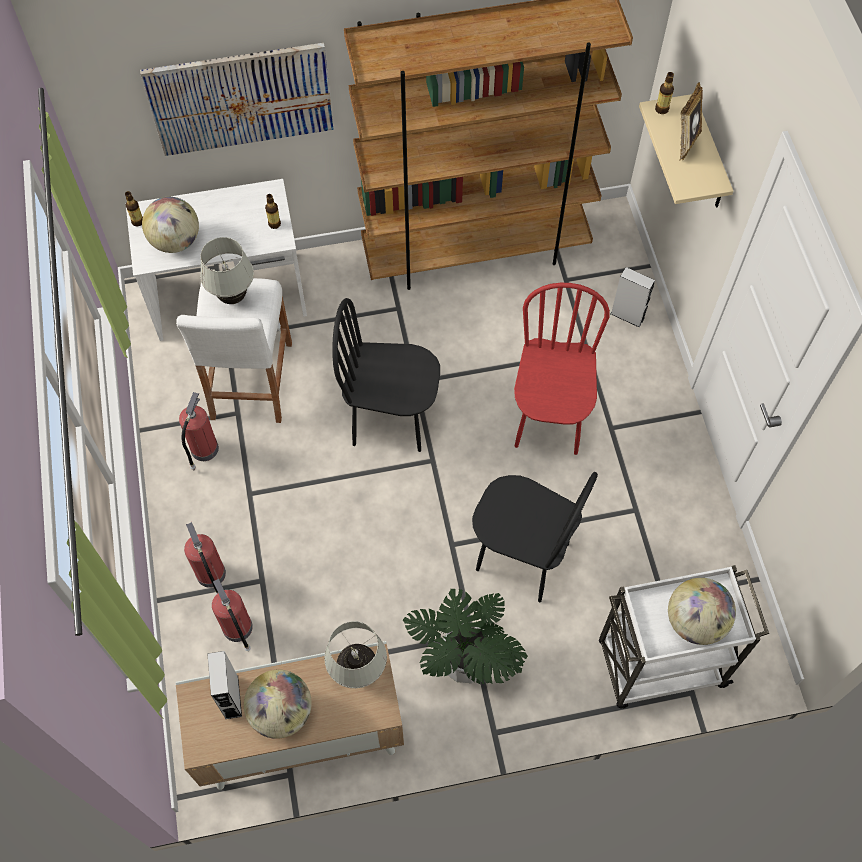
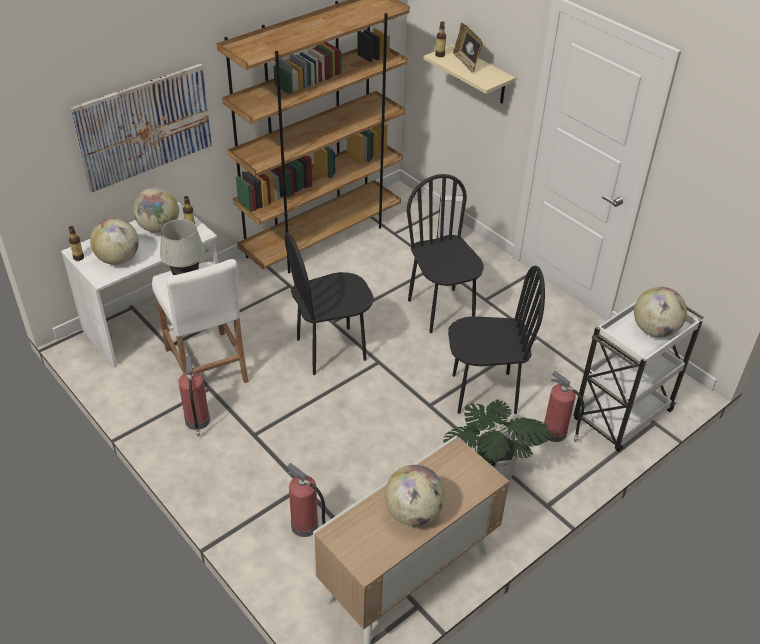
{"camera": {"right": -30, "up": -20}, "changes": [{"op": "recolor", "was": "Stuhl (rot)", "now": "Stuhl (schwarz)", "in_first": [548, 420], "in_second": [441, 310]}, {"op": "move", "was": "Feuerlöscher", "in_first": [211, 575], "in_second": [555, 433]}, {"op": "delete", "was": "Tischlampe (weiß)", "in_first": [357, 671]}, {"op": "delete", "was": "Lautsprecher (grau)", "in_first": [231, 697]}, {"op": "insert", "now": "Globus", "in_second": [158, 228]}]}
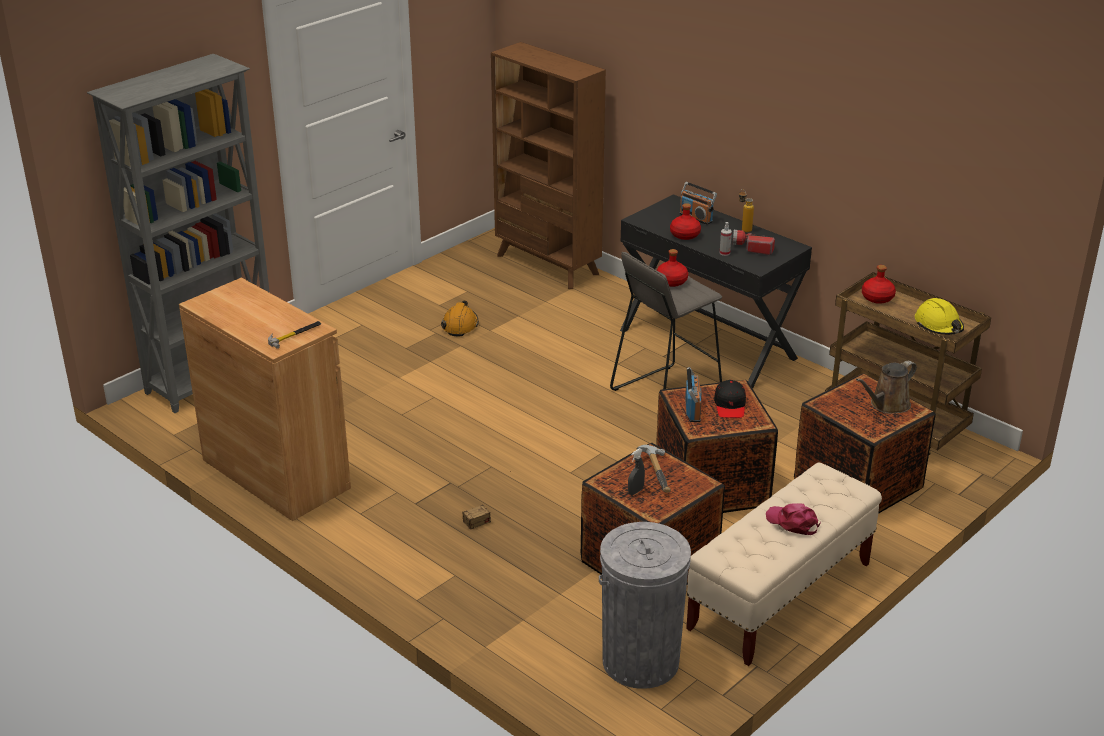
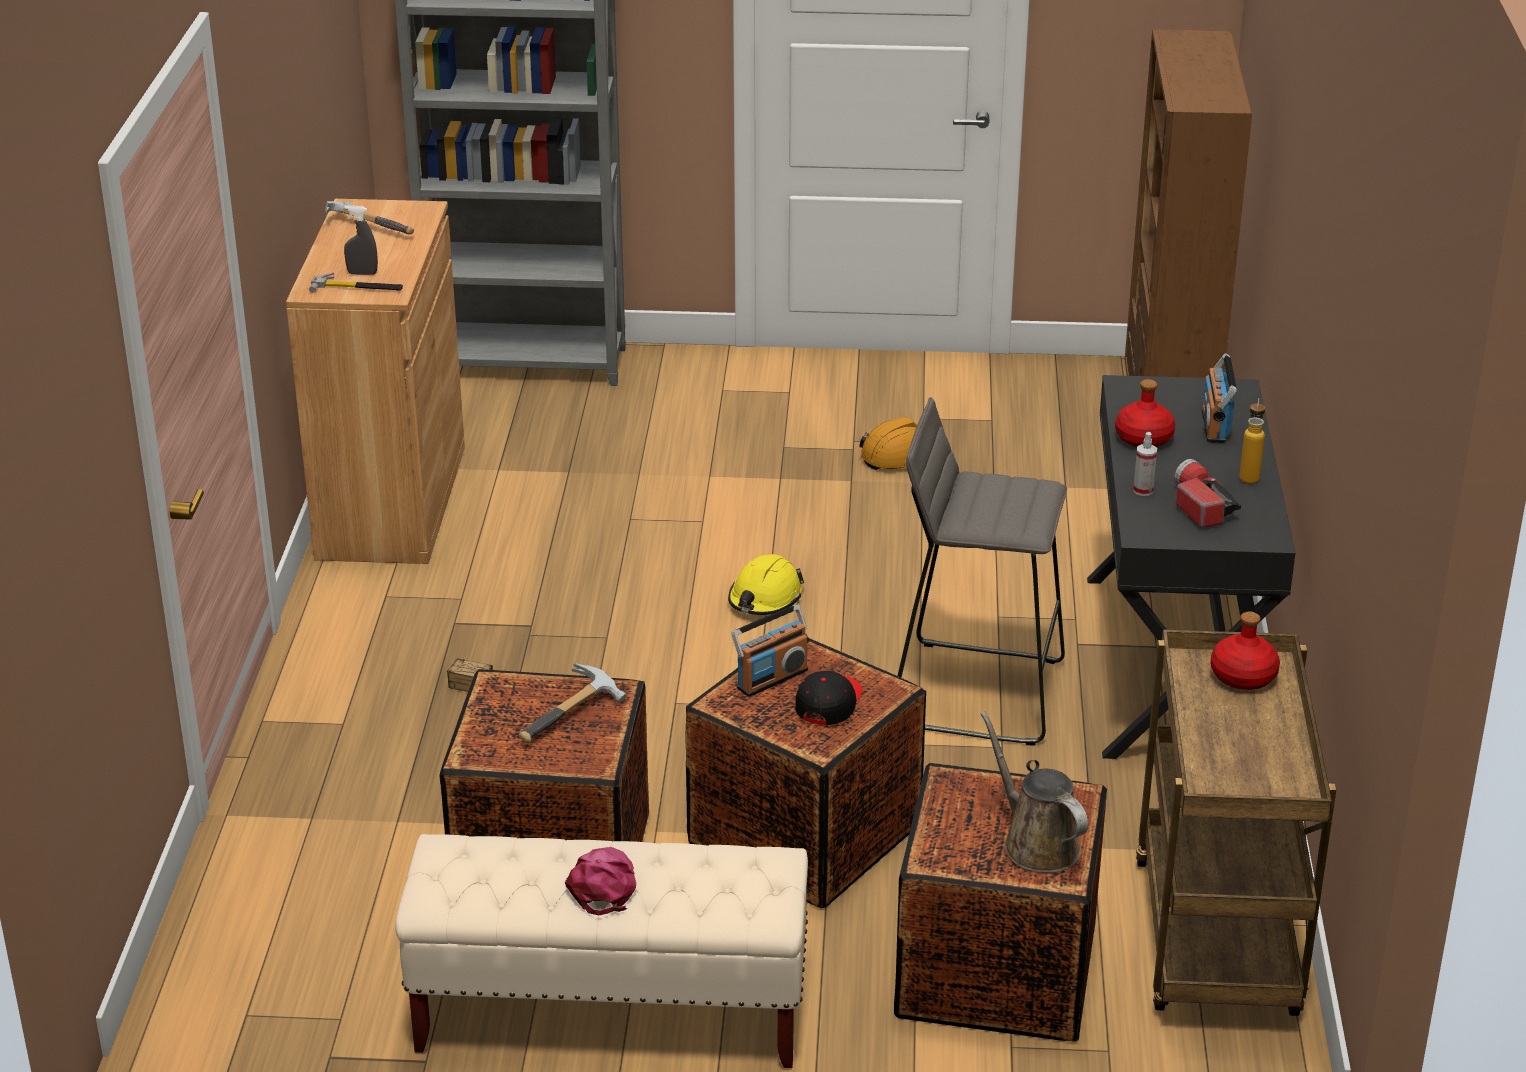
{"camera": {"right": 50, "up": 0}, "changes": [{"op": "delete", "was": "Flasche (rot)", "in_first": [671, 281]}, {"op": "move", "was": "Schutzhelm (gelb)", "in_first": [938, 326], "in_second": [765, 599]}, {"op": "rotate", "was": "Gießkanne (braun)", "in_first": [887, 405], "in_second": [1036, 843], "clockwise": 45}, {"op": "rotate", "was": "Kappe (schwarz)", "in_first": [730, 405], "in_second": [829, 703], "clockwise": 150}, {"op": "move", "was": "Sprühflasche (grau)", "in_first": [635, 491], "in_second": [362, 273]}, {"op": "delete", "was": "Mülleimer (grau)", "in_first": [640, 661]}, {"op": "insert", "now": "Hammer", "in_second": [370, 225]}]}
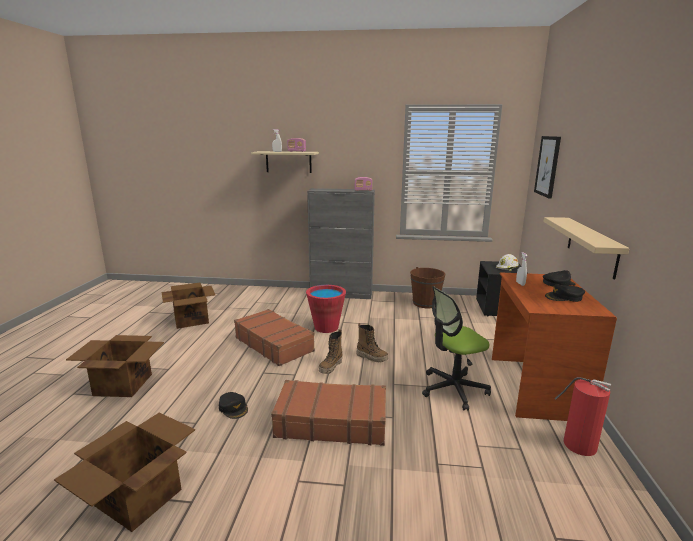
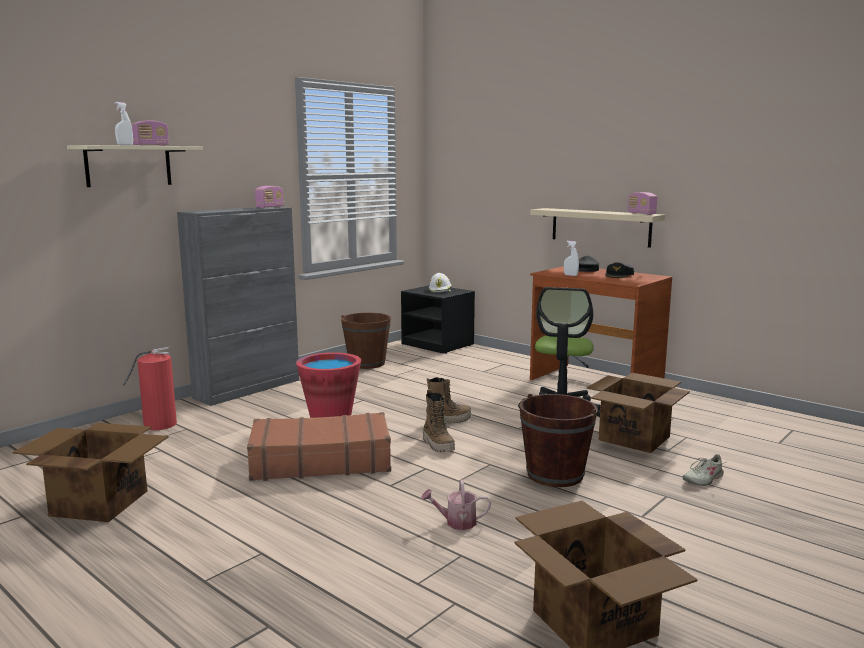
{"camera": {"right": -55, "up": -5}, "changes": [{"op": "delete", "was": "Bild", "in_first": [548, 166]}, {"op": "move", "was": "Karton", "in_first": [122, 384], "in_second": [633, 438]}, {"op": "move", "was": "Feuerlöscher", "in_first": [578, 444], "in_second": [158, 424]}, {"op": "replace", "was": "Koffer (braun)", "now": "Eimer (braun)", "in_first": [331, 422], "in_second": [555, 475]}, {"op": "replace", "was": "Kappe (schwarz)", "now": "Gießkanne", "in_first": [233, 408], "in_second": [456, 522]}, {"op": "insert", "now": "Radio", "in_second": [641, 214]}, {"op": "insert", "now": "Schuh (beige)", "in_second": [703, 479]}]}
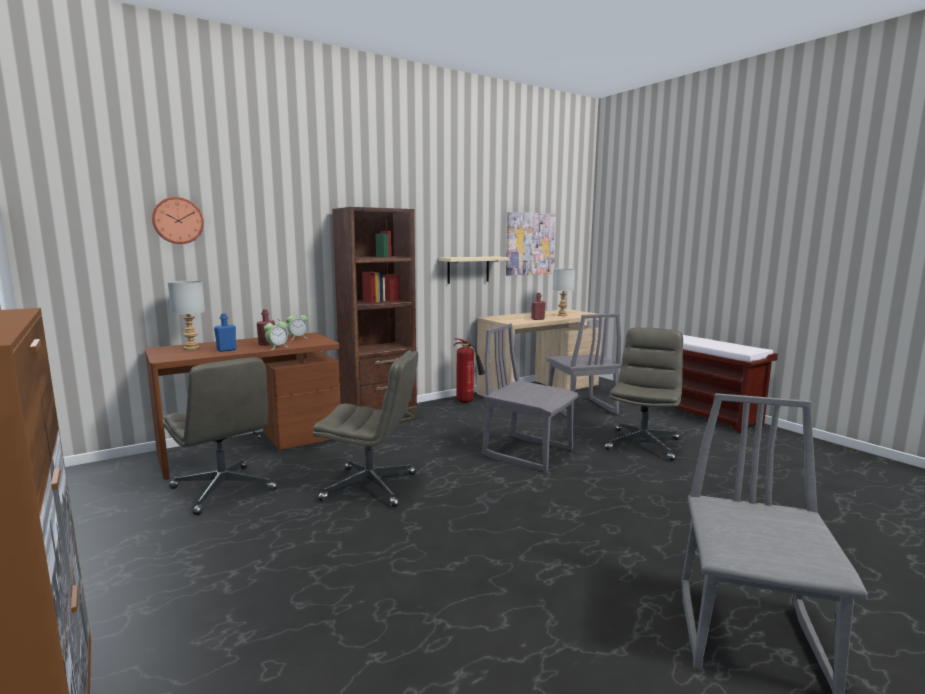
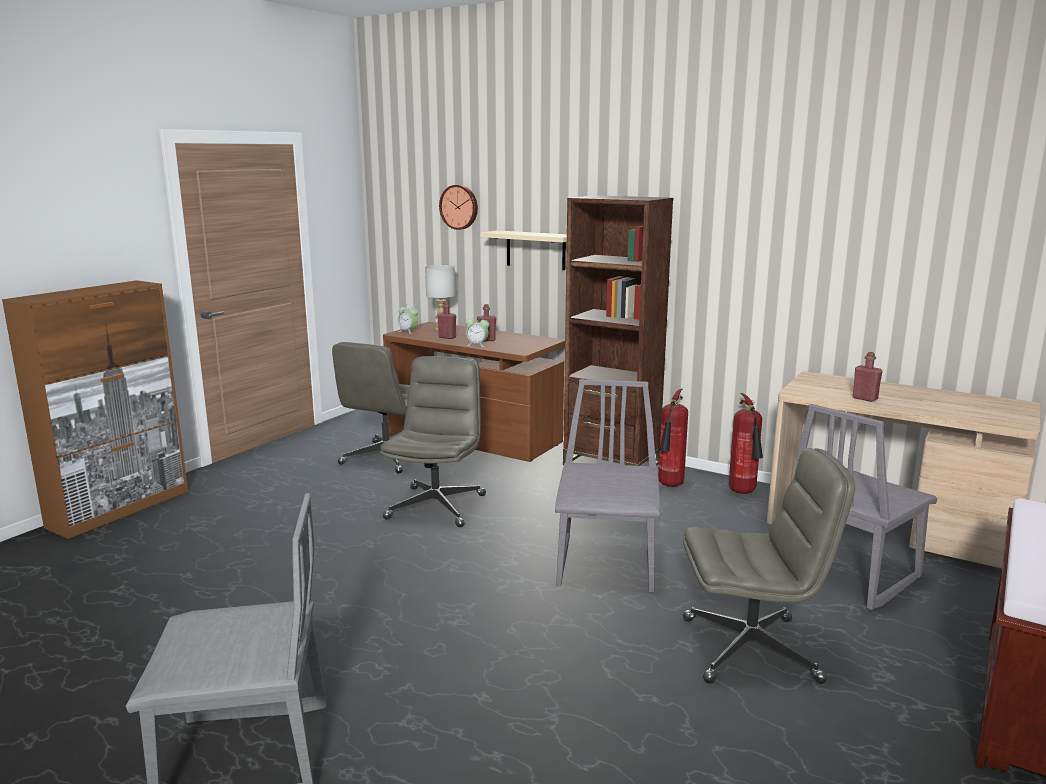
{"camera": {"right": 65, "up": 5}, "changes": [{"op": "delete", "was": "Bild", "in_first": [530, 243]}, {"op": "move", "was": "Wandregal (beige)", "in_first": [468, 269], "in_second": [536, 250]}, {"op": "delete", "was": "Tischlampe (grau)", "in_first": [562, 315]}, {"op": "move", "was": "Wecker", "in_first": [298, 338], "in_second": [408, 331]}, {"op": "recolor", "was": "Flasche (blau)", "now": "Flasche (rot)", "in_first": [226, 350], "in_second": [447, 337]}, {"op": "rotate", "was": "Bürostuhl (grau)", "in_first": [371, 486], "in_second": [436, 506], "clockwise": -150}, {"op": "insert", "now": "Feuerlöscher", "in_second": [670, 486]}]}
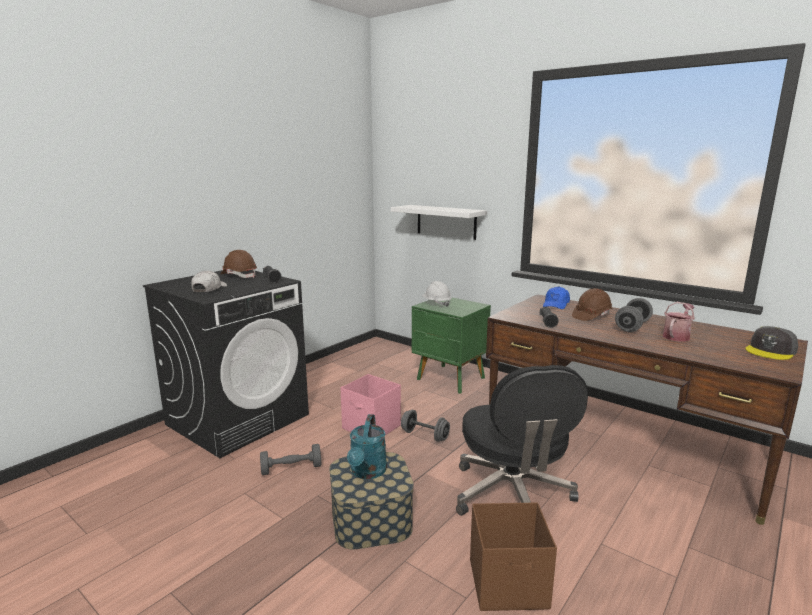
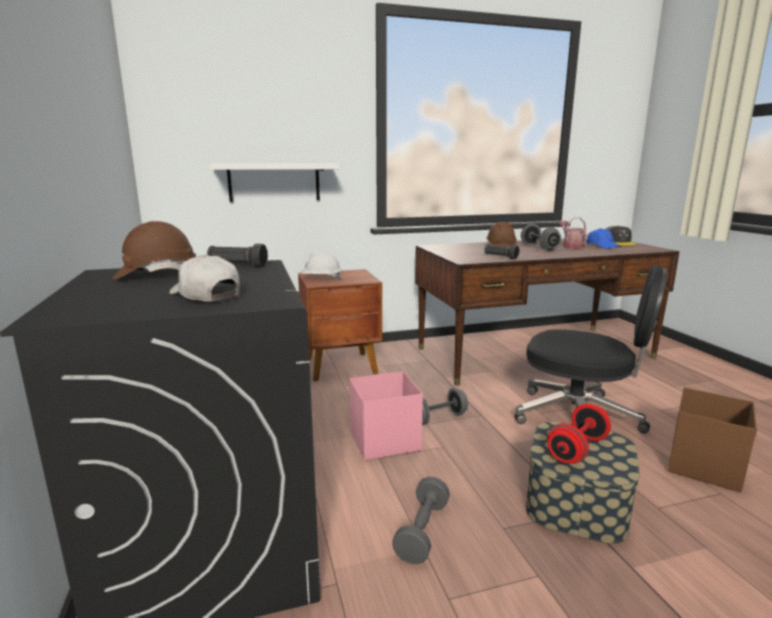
{"camera": {"right": -55, "up": 0}, "changes": [{"op": "move", "was": "Kappe (blau)", "in_first": [556, 304], "in_second": [602, 246]}, {"op": "recolor", "was": "Nachttisch (grün)", "now": "Nachttisch (braun)", "in_first": [450, 379], "in_second": [342, 367]}, {"op": "replace", "was": "Gießkanne (türkis)", "now": "Hantel (rot)", "in_first": [367, 473], "in_second": [577, 449]}]}
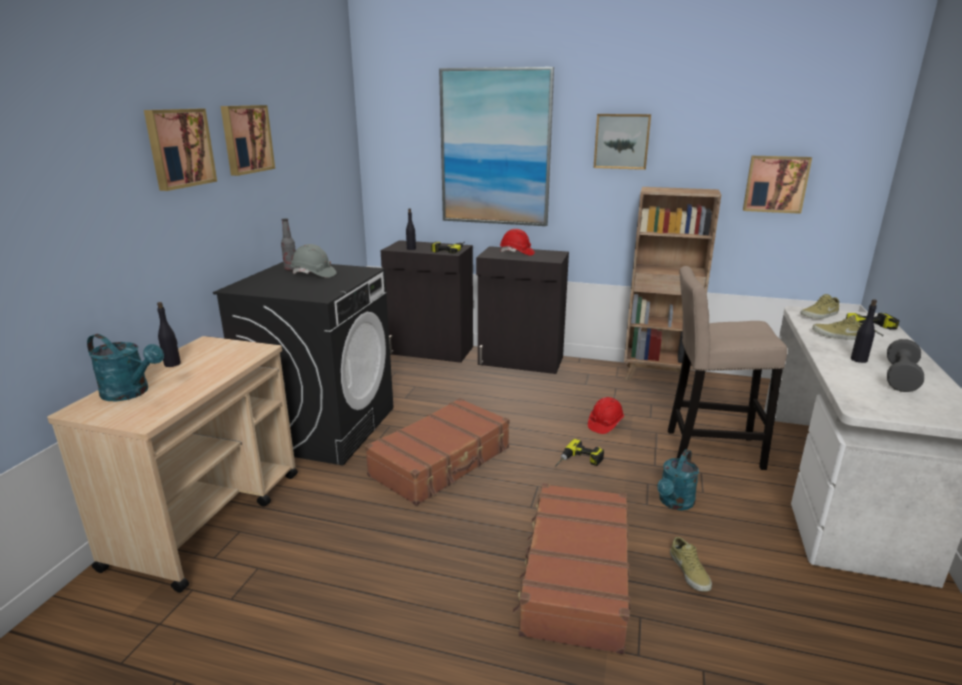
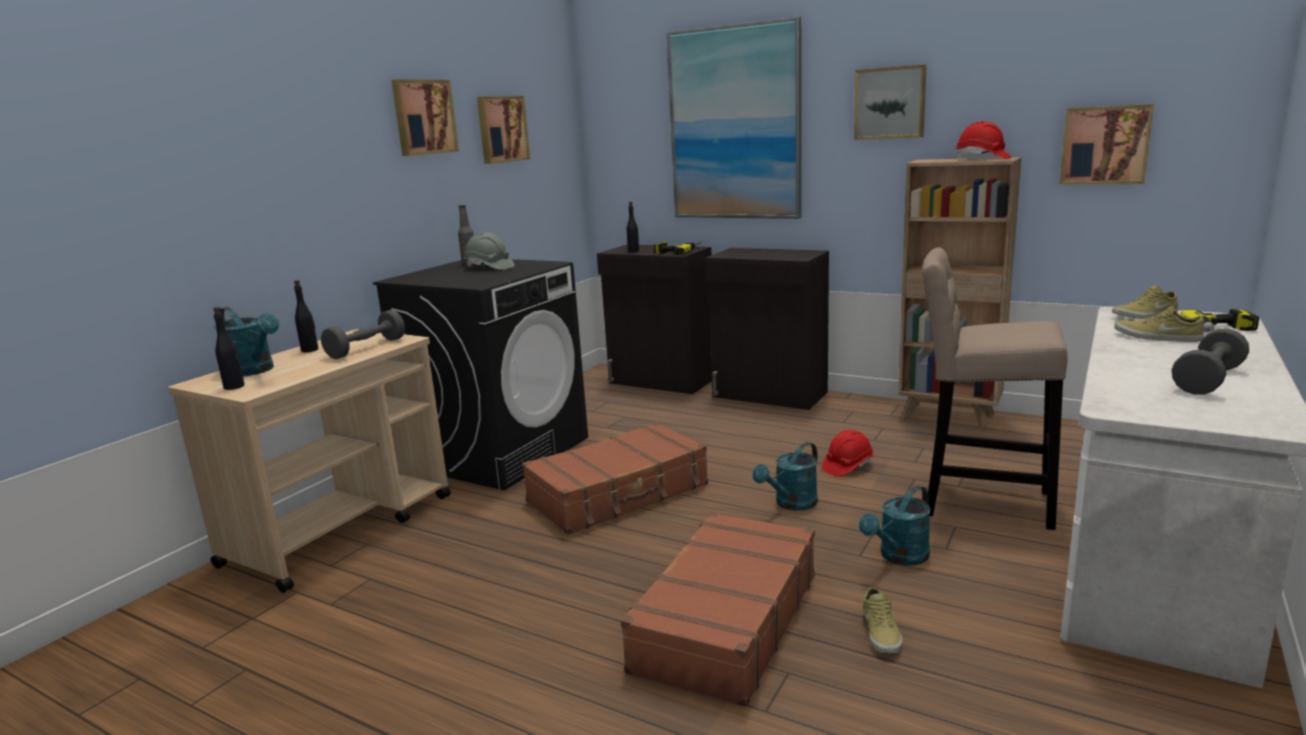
{"camera": {"right": 15, "up": -5}, "changes": [{"op": "move", "was": "Bild", "in_first": [179, 148], "in_second": [501, 129]}, {"op": "move", "was": "Schutzhelm (rot)", "in_first": [517, 253], "in_second": [982, 159]}, {"op": "move", "was": "Flasche (schwarz)", "in_first": [859, 360], "in_second": [234, 387]}, {"op": "replace", "was": "Bohrmaschine", "now": "Gießkanne (türkis)", "in_first": [579, 462], "in_second": [791, 504]}, {"op": "insert", "now": "Hantel (grau)", "in_second": [366, 348]}]}
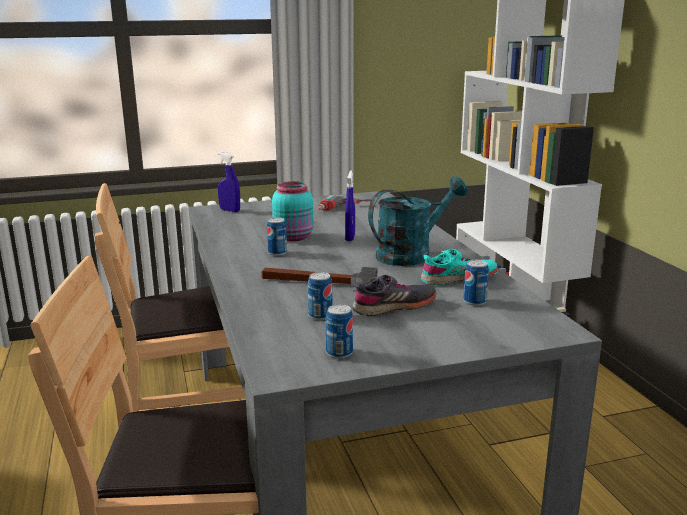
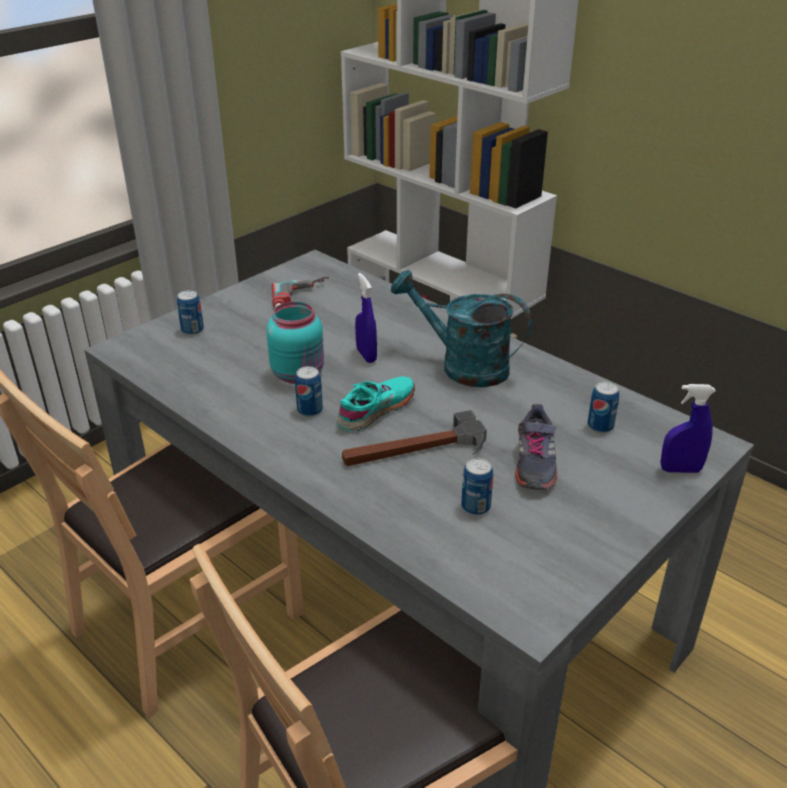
{"camera": {"right": -30, "up": 15}, "changes": [{"op": "move", "was": "Sprühflasche (blau)", "in_first": [230, 210], "in_second": [680, 470]}, {"op": "rotate", "was": "Gießkanne (türkis)", "in_first": [411, 254], "in_second": [463, 365], "clockwise": -90}, {"op": "move", "was": "Schuh (türkis)", "in_first": [459, 279], "in_second": [376, 410]}, {"op": "rotate", "was": "Schuh (grau)", "in_first": [394, 307], "in_second": [534, 463], "clockwise": 150}, {"op": "move", "was": "Dose", "in_first": [339, 353], "in_second": [192, 330]}]}
